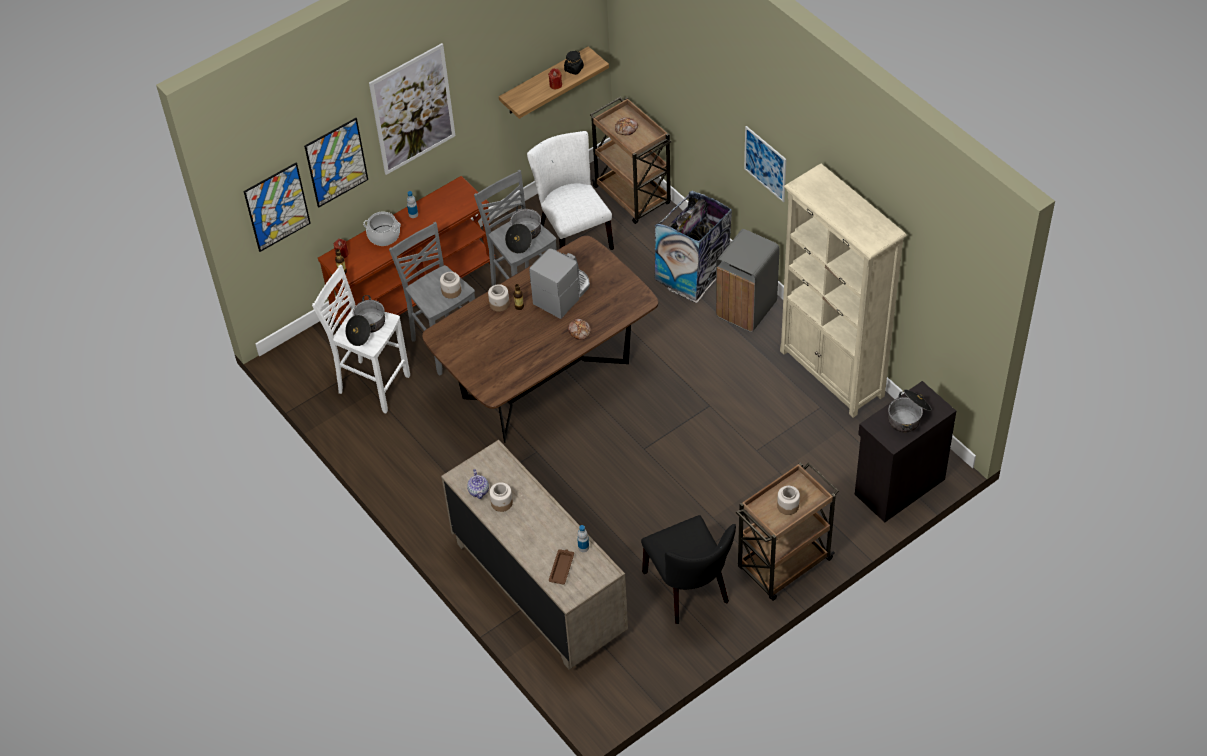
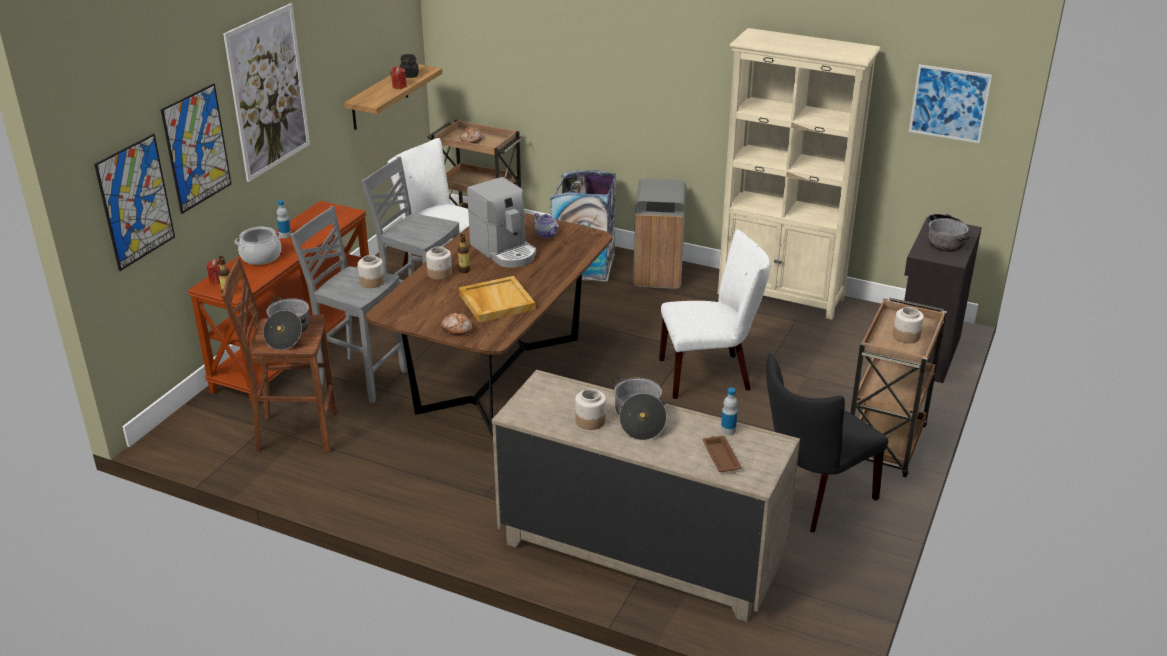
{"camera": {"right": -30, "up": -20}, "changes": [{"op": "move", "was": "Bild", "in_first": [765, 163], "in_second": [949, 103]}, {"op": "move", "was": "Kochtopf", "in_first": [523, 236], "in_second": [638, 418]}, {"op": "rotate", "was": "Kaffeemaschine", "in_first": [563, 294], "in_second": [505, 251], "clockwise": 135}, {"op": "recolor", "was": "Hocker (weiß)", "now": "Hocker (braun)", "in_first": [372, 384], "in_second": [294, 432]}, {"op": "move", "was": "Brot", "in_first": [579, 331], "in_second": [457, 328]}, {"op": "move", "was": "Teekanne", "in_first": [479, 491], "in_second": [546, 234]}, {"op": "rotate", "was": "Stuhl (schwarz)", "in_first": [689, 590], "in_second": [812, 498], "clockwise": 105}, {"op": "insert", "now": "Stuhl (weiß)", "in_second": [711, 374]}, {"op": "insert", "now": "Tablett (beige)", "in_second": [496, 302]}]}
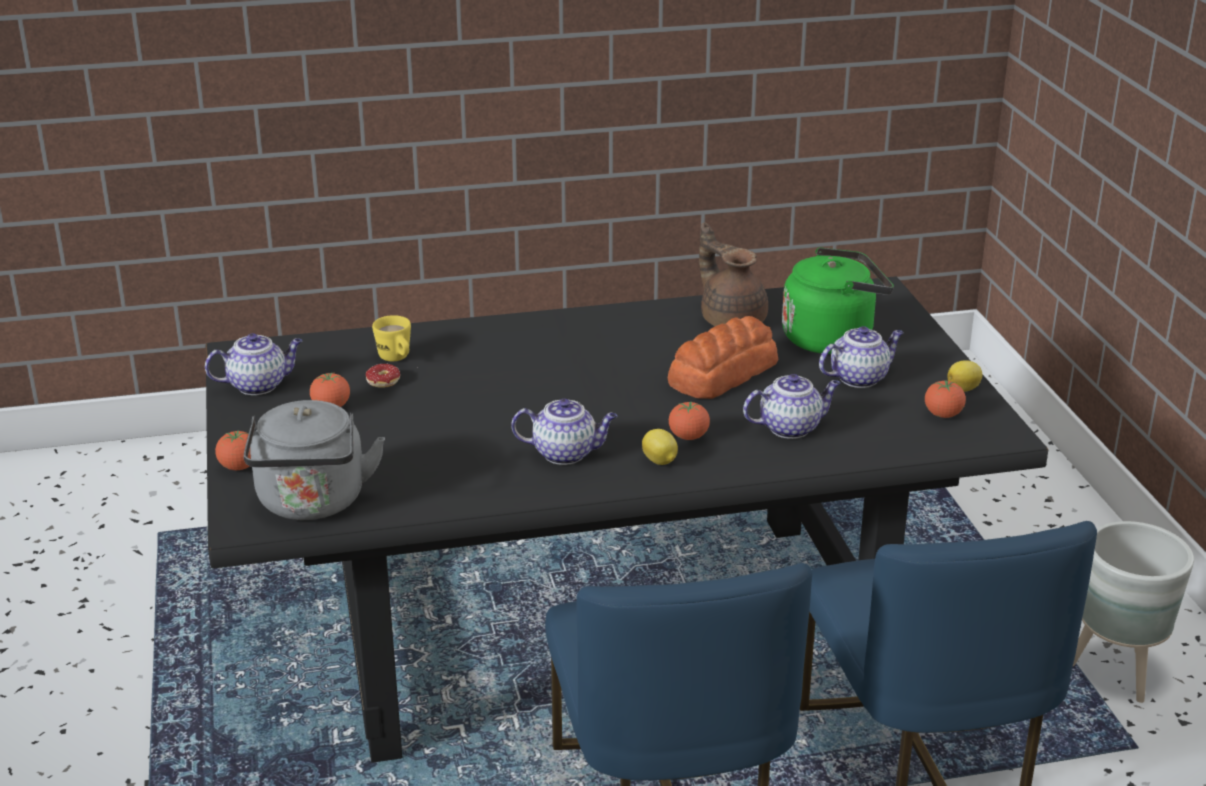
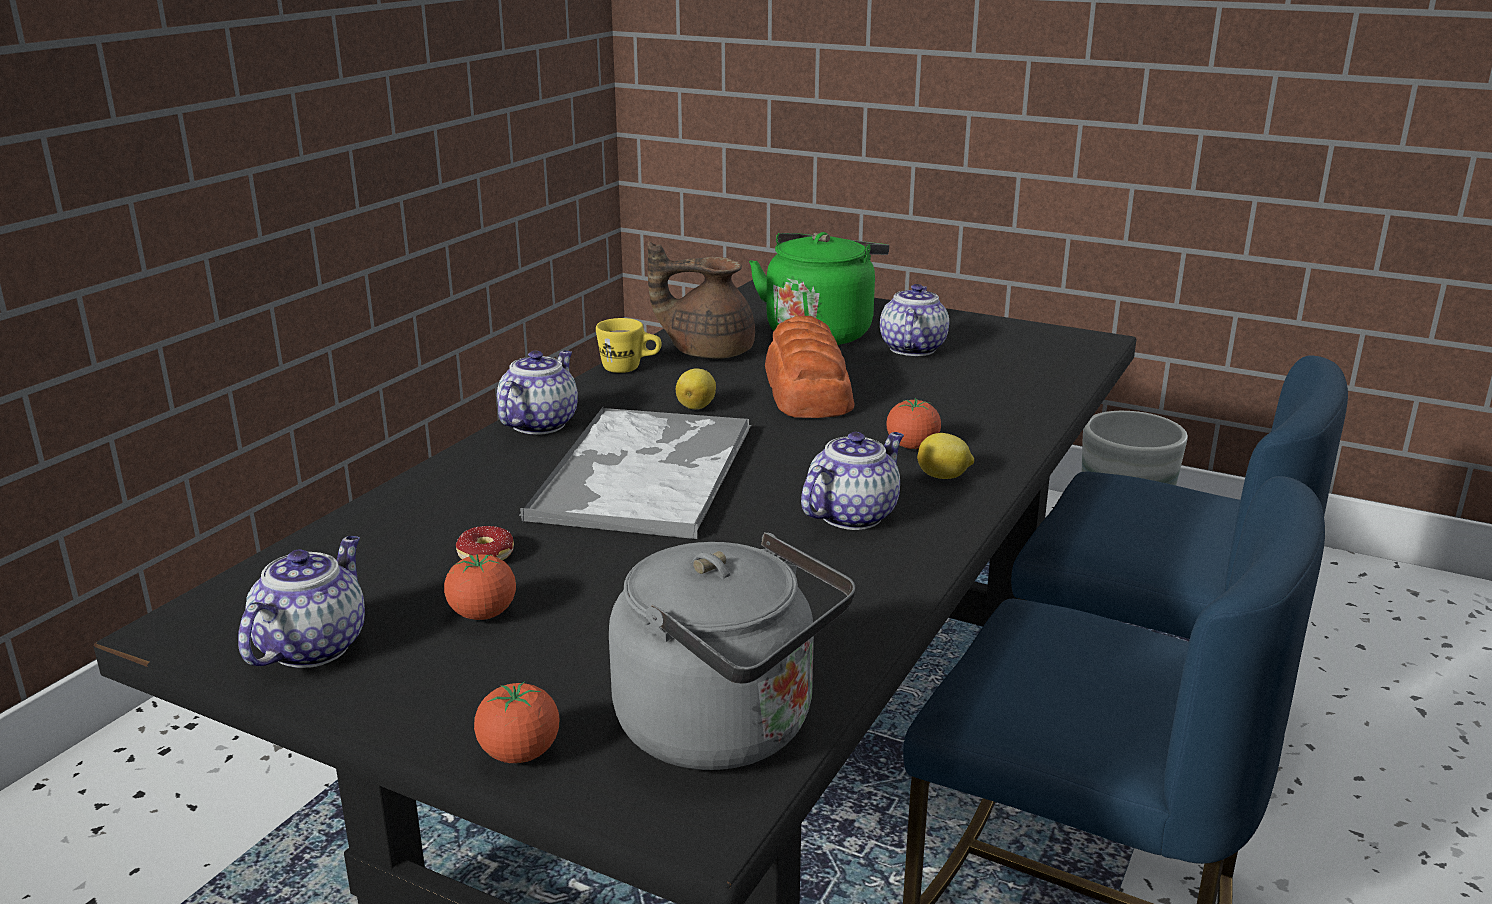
{"camera": {"right": -50, "up": -5}, "changes": [{"op": "move", "was": "Henkelbecher (gelb)", "in_first": [396, 359], "in_second": [630, 369]}, {"op": "move", "was": "Zitrone", "in_first": [964, 389], "in_second": [697, 406]}, {"op": "move", "was": "Teekanne", "in_first": [791, 427], "in_second": [539, 423]}, {"op": "delete", "was": "Tomate", "in_first": [943, 415]}, {"op": "insert", "now": "Tablett", "in_second": [645, 472]}]}
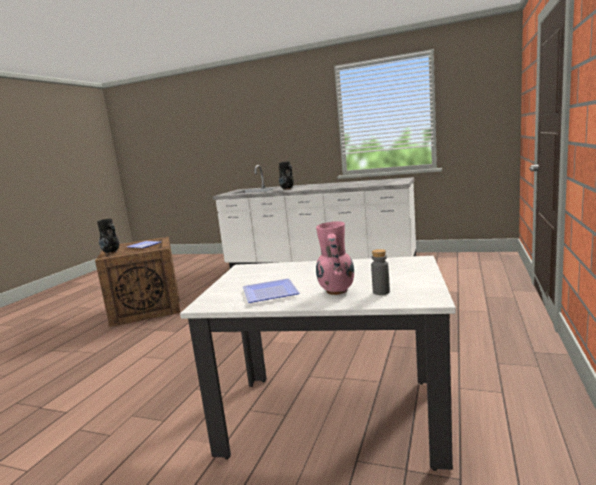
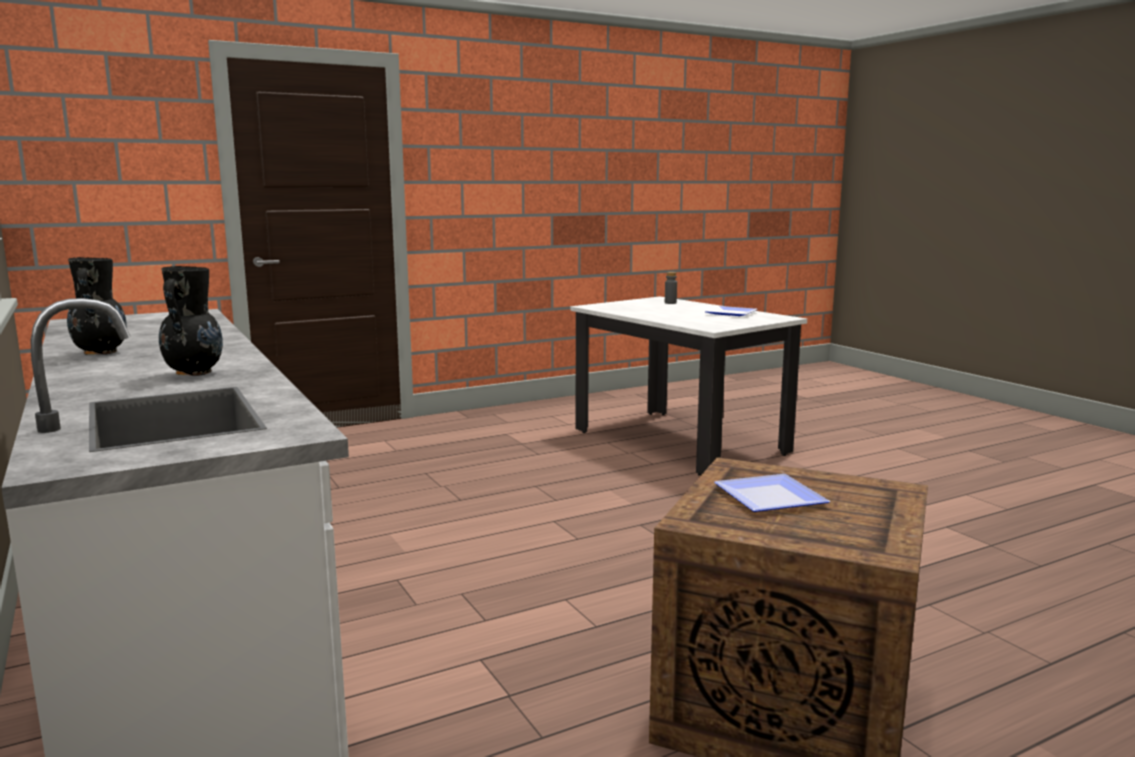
{"camera": {"right": -140, "up": 0}, "changes": [{"op": "move", "was": "Vase (schwarz)", "in_first": [111, 253], "in_second": [101, 353]}, {"op": "delete", "was": "Vase (rosa)", "in_first": [336, 292]}]}
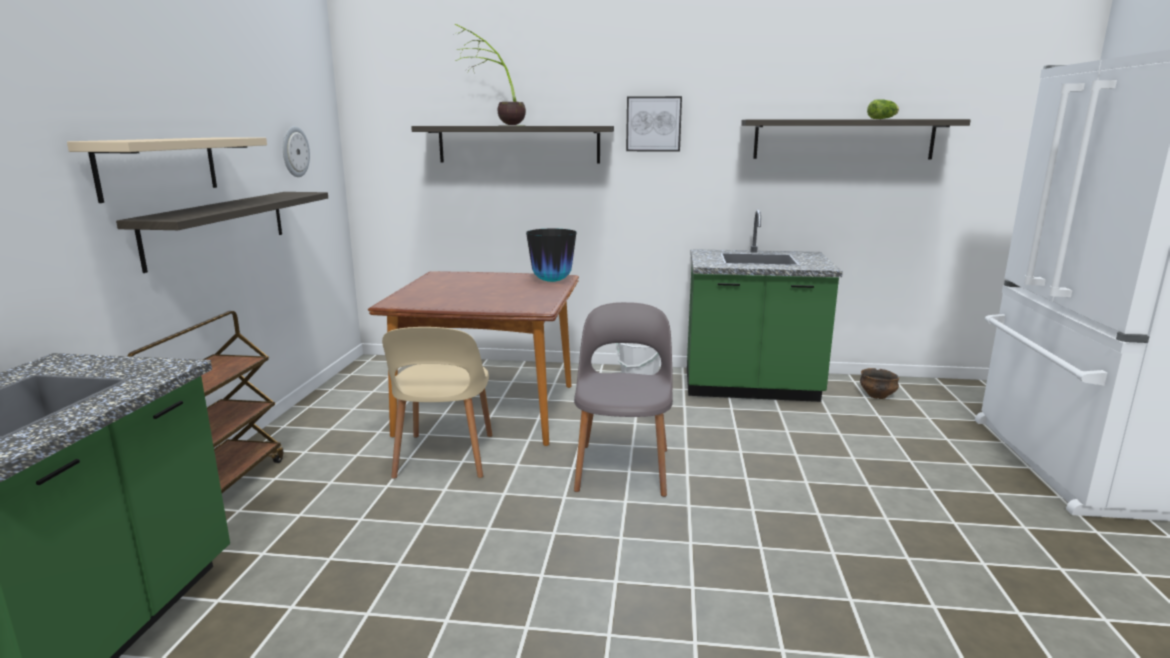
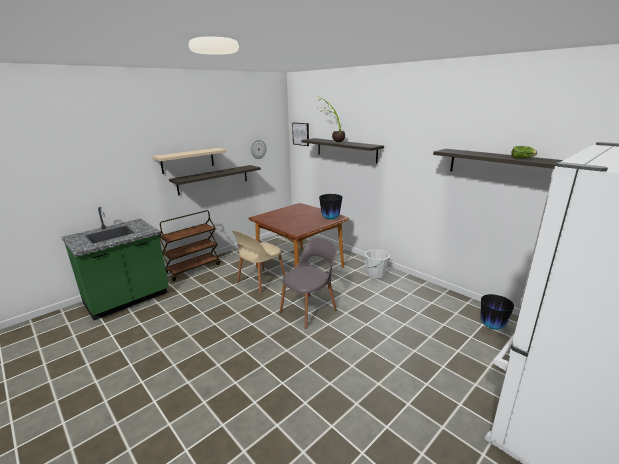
{"camera": {"right": 40, "up": 5}, "changes": [{"op": "move", "was": "Bild", "in_first": [653, 124], "in_second": [301, 134]}, {"op": "delete", "was": "Küchenzeile (grün)", "in_first": [750, 388]}, {"op": "replace", "was": "Schüssel", "now": "Vase", "in_first": [877, 396], "in_second": [492, 326]}]}
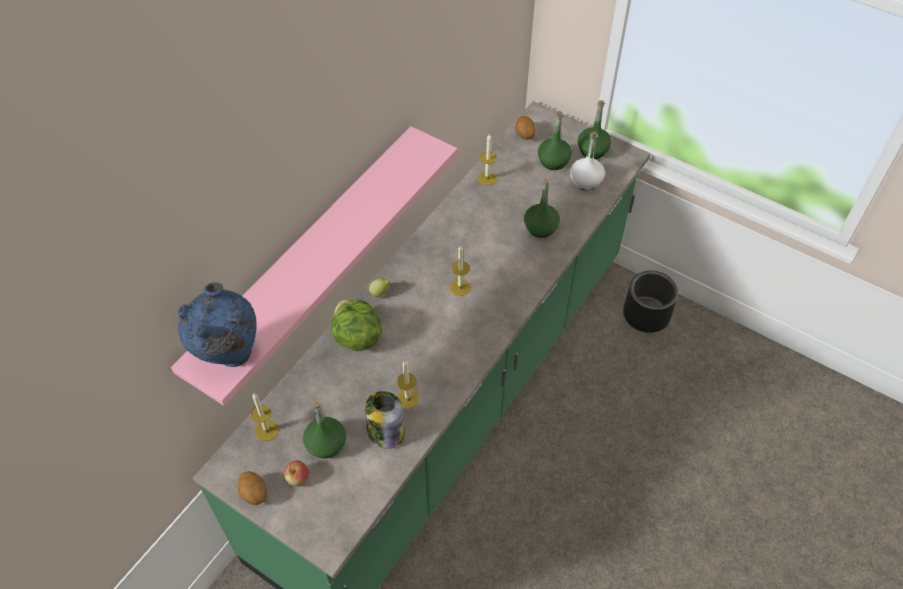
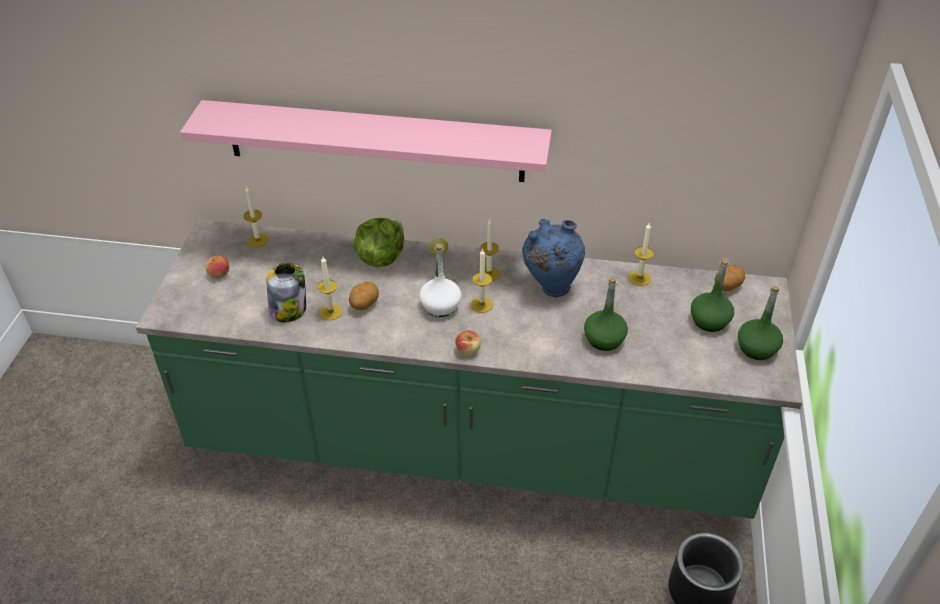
{"camera": {"right": 65, "up": -10}, "changes": [{"op": "move", "was": "Flasche (weiß)", "in_first": [585, 181], "in_second": [440, 306]}, {"op": "move", "was": "Vase (blau)", "in_first": [230, 357], "in_second": [550, 287]}, {"op": "delete", "was": "Flasche (grün)", "in_first": [326, 444]}, {"op": "move", "was": "Kartoffel", "in_first": [254, 494], "in_second": [364, 305]}, {"op": "insert", "now": "Kerze", "in_second": [489, 274]}, {"op": "insert", "now": "Apfel", "in_second": [468, 350]}]}
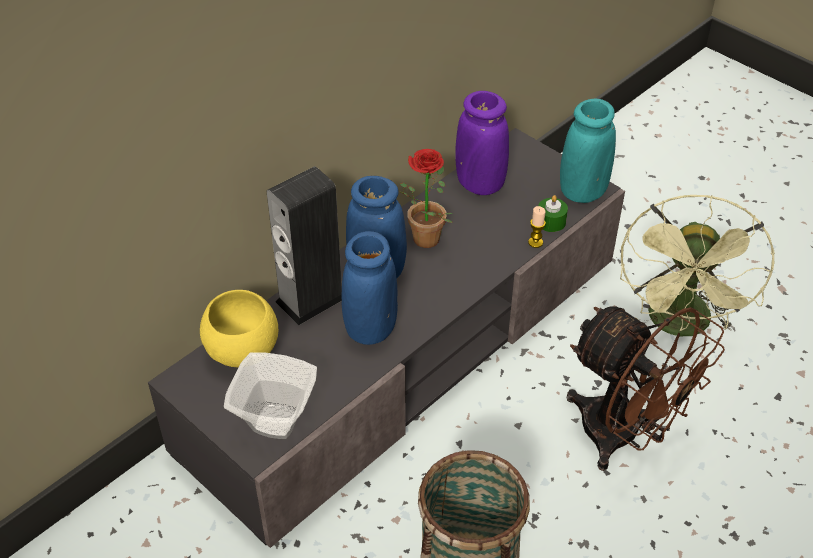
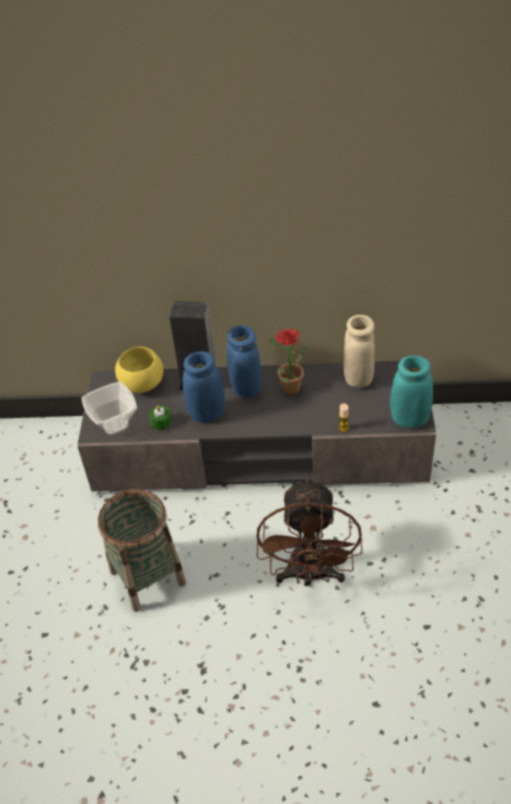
{"camera": {"right": 50, "up": 0}, "changes": [{"op": "recolor", "was": "Vase (lila)", "now": "Vase (beige)", "in_first": [479, 184], "in_second": [358, 378]}, {"op": "move", "was": "Kerze (grün)", "in_first": [551, 222], "in_second": [161, 422]}, {"op": "delete", "was": "Ventilator (grün)", "in_first": [681, 326]}]}
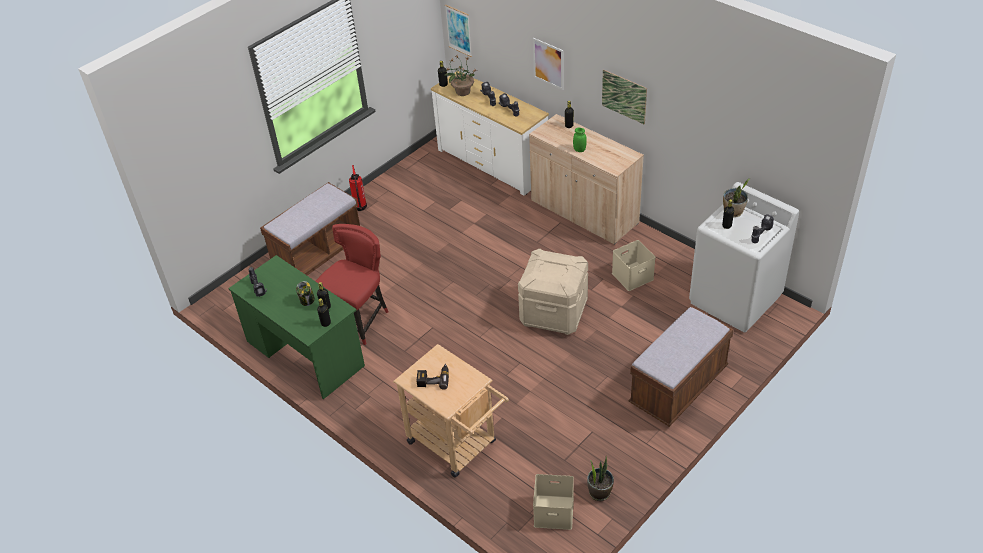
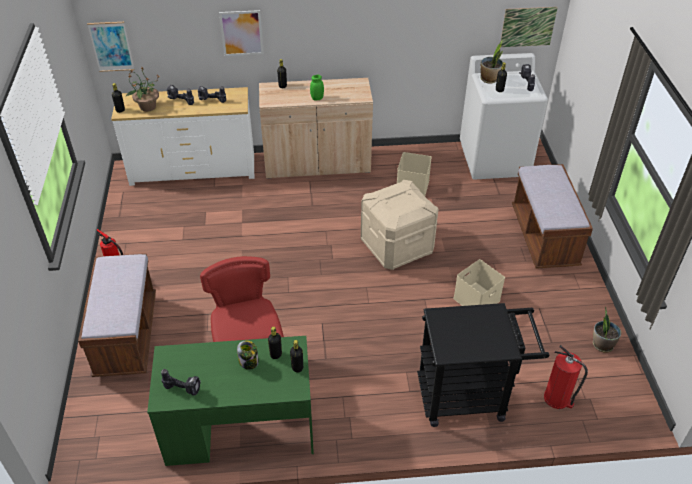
{"camera": {"right": -50, "up": 0}, "changes": [{"op": "move", "was": "Bild", "in_first": [624, 96], "in_second": [528, 27]}, {"op": "recolor", "was": "Rollwagen (beige)", "now": "Rollwagen (schwarz)", "in_first": [457, 445], "in_second": [470, 396]}, {"op": "delete", "was": "Bohrmaschine", "in_first": [433, 378]}, {"op": "move", "was": "Aufbewahrungsbox (beige)", "in_first": [553, 513], "in_second": [476, 300]}, {"op": "insert", "now": "Feuerlöscher", "in_second": [557, 399]}]}
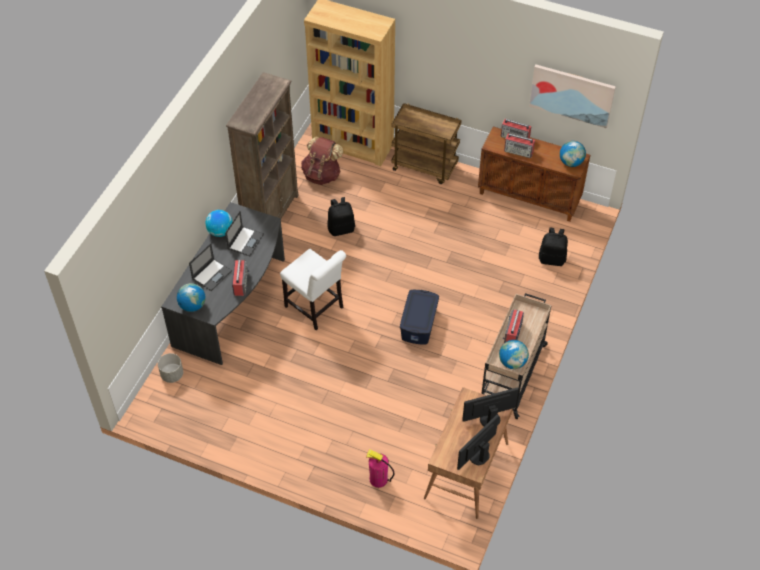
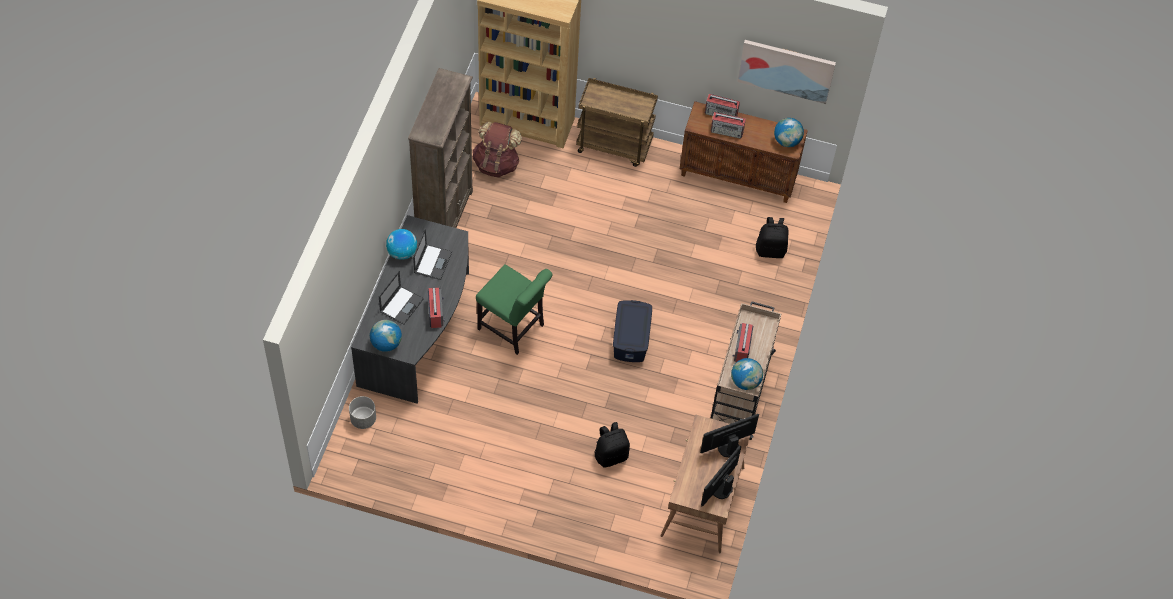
{"camera": {"right": -10, "up": 5}, "changes": [{"op": "move", "was": "Rucksack (schwarz)", "in_first": [341, 228], "in_second": [611, 455]}, {"op": "recolor", "was": "Stuhl (weiß)", "now": "Stuhl (grün)", "in_first": [316, 309], "in_second": [513, 329]}, {"op": "delete", "was": "Feuerlöscher", "in_first": [378, 479]}]}
